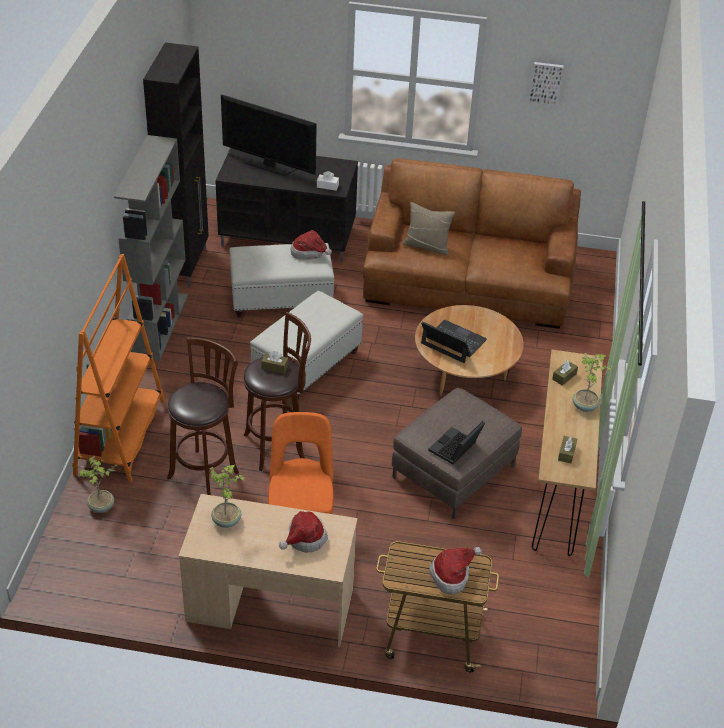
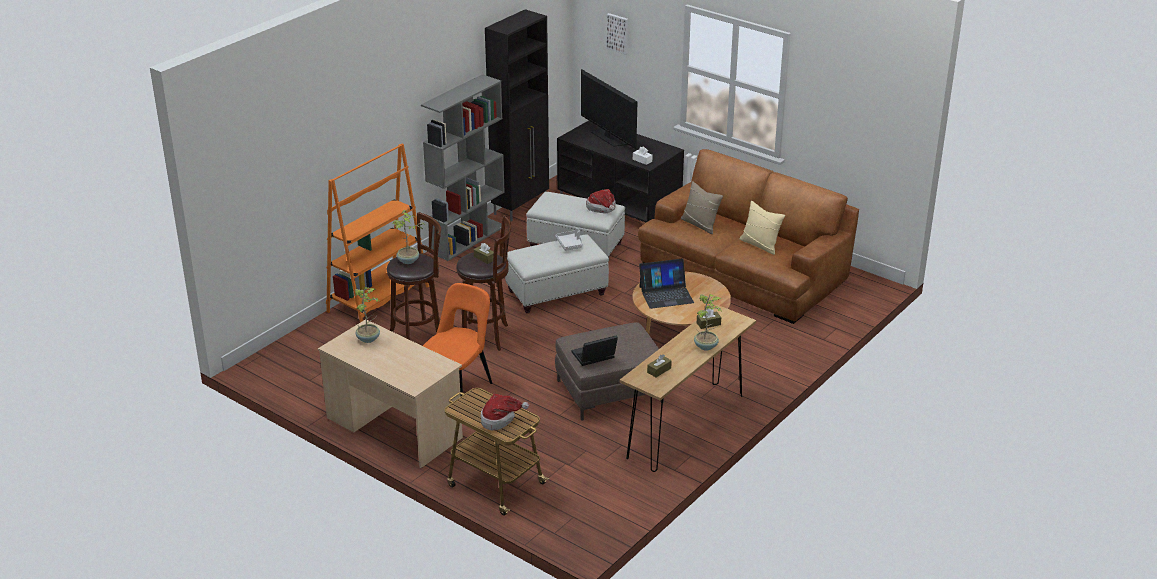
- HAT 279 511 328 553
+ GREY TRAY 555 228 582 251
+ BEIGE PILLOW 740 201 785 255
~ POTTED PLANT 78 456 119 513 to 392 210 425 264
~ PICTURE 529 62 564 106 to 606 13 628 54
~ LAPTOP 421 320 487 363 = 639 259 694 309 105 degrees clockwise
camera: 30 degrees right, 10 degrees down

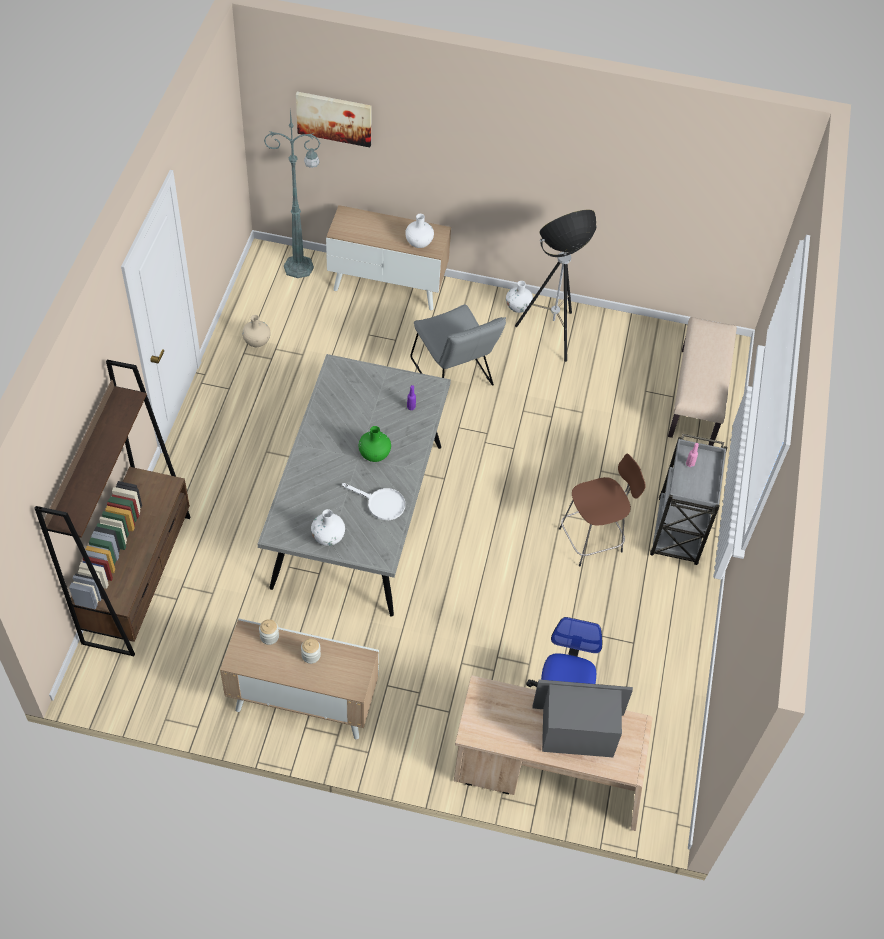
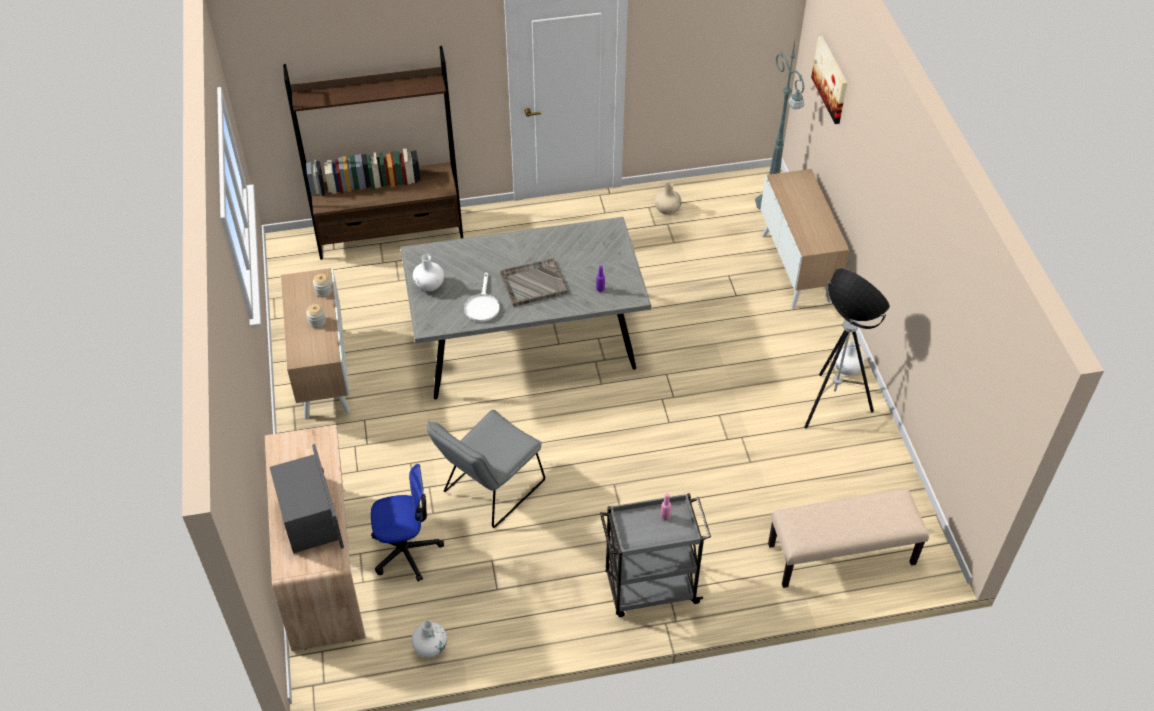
- BROWN STOOL 559 454 646 567
~ WHITE VASE 405 214 434 248 to 411 620 447 657
~ GREY CHAIR 410 304 506 386 to 427 410 545 528
~ GREEN VASE 359 426 391 462 to GREY TRAY 499 258 569 307
camera: 70 degrees right, 5 degrees down

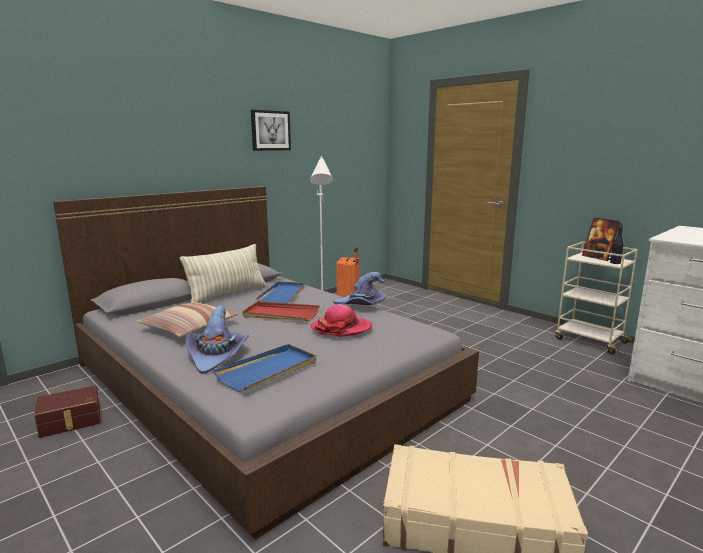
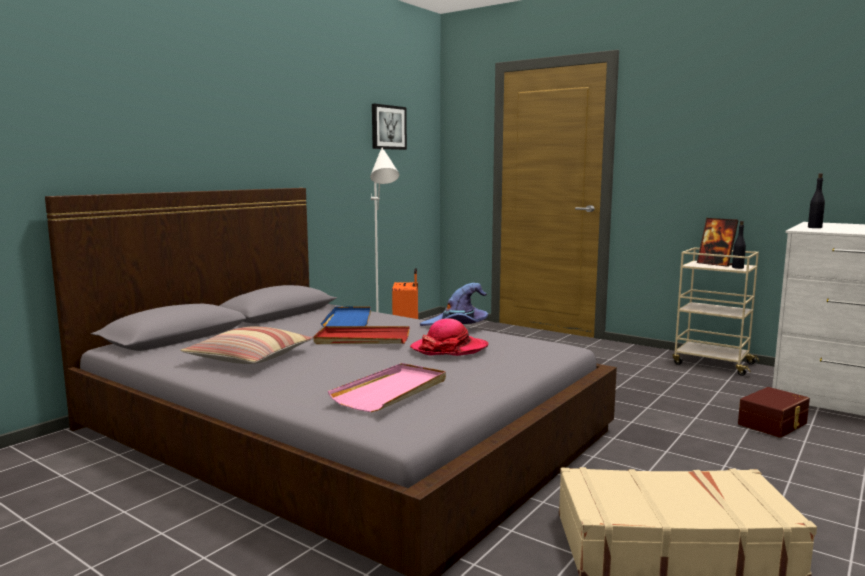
- PILLOW 180 244 267 303
- PURPLE HAT 186 305 249 374
+ BLACK BOTTLE 808 173 825 228
~ BROWN STORAGE BOX 34 385 101 438 to 738 387 810 438
~ PICTURE 251 110 291 151 to 372 104 407 150
~ BLUE TRAY 213 344 316 392 to PINK TRAY 328 363 446 412
camera: 10 degrees left, 5 degrees down

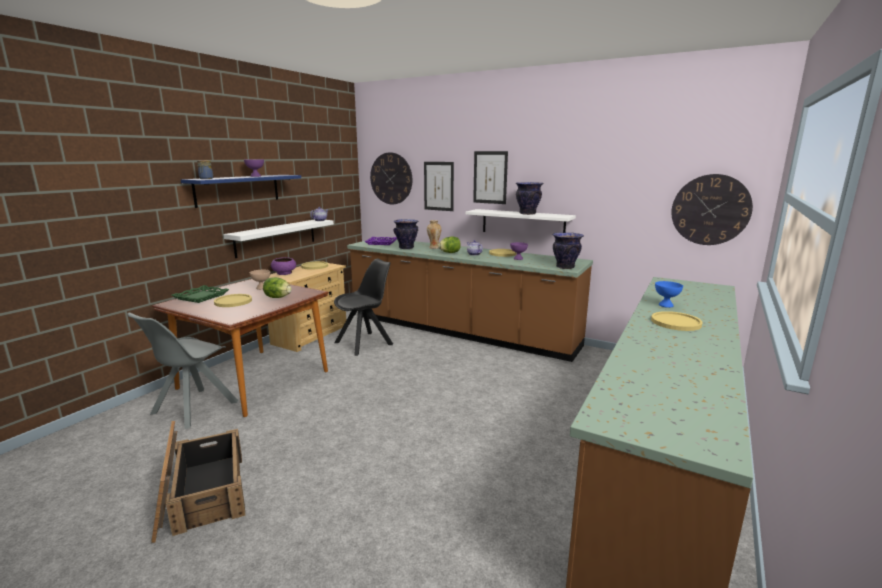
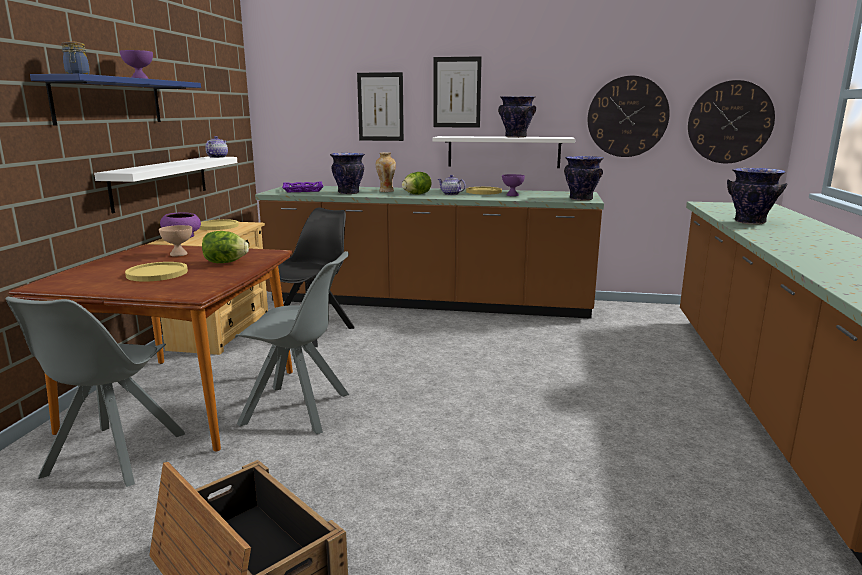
- GREEN TRAY 171 285 229 303
- YELLOW PLATE 651 311 703 331
+ GREY CHAIR 235 251 349 434
~ WALL CLOCK 370 152 413 205 to 588 76 670 157
~ BLUE BOWL 655 281 683 308 to VASE 727 168 788 225
camera: 20 degrees left, 0 degrees up

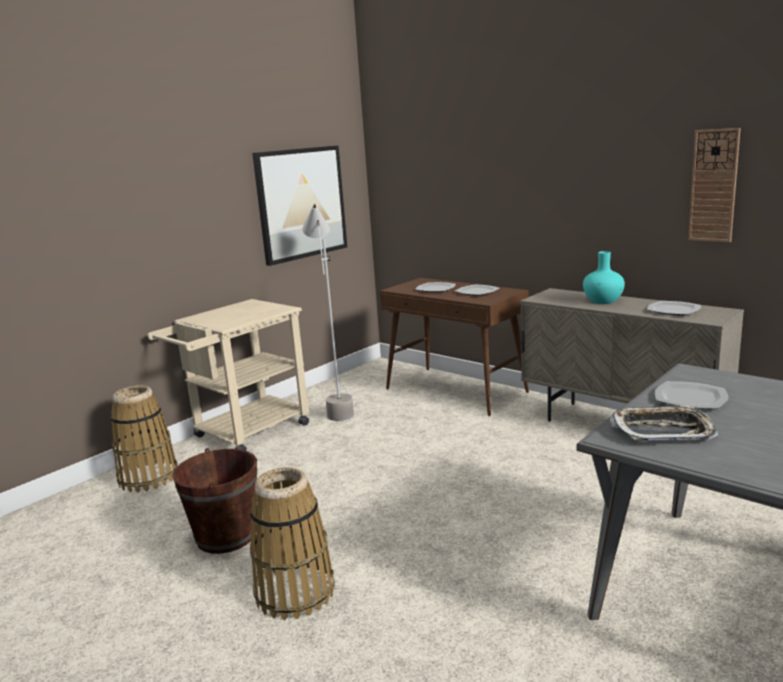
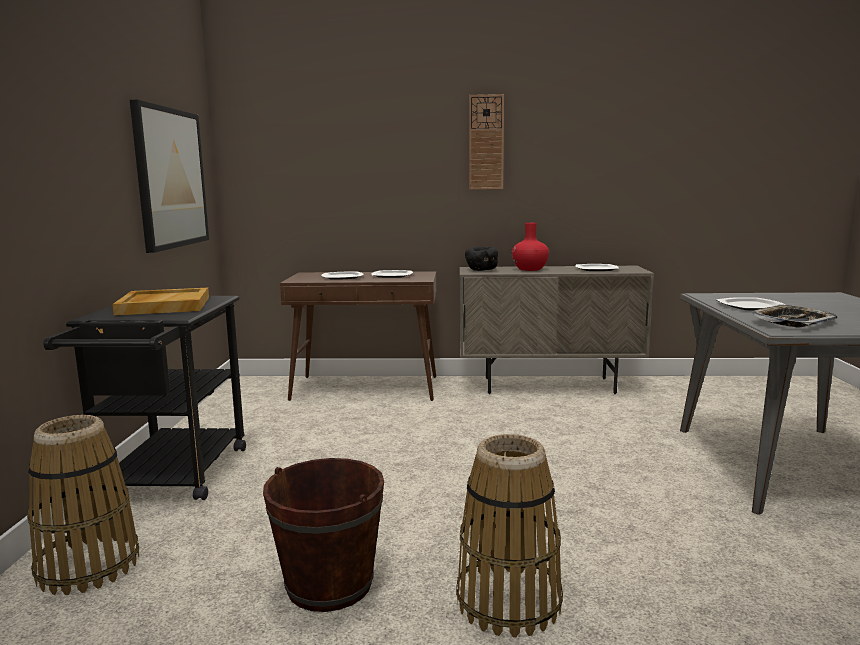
- GREY FLOOR LAMP 302 204 354 421
+ BEIGE TRAY 113 288 209 316
+ BLACK BOWL 465 247 498 271
~ WALL CLOCK 688 128 741 242 to 469 94 504 189
~ BEIGE CART 147 299 309 451 to BLACK CART 43 296 246 500
~ TURQUOISE VASE 583 251 625 304 to RED VASE 512 223 549 271
camera: 40 degrees left, 5 degrees down

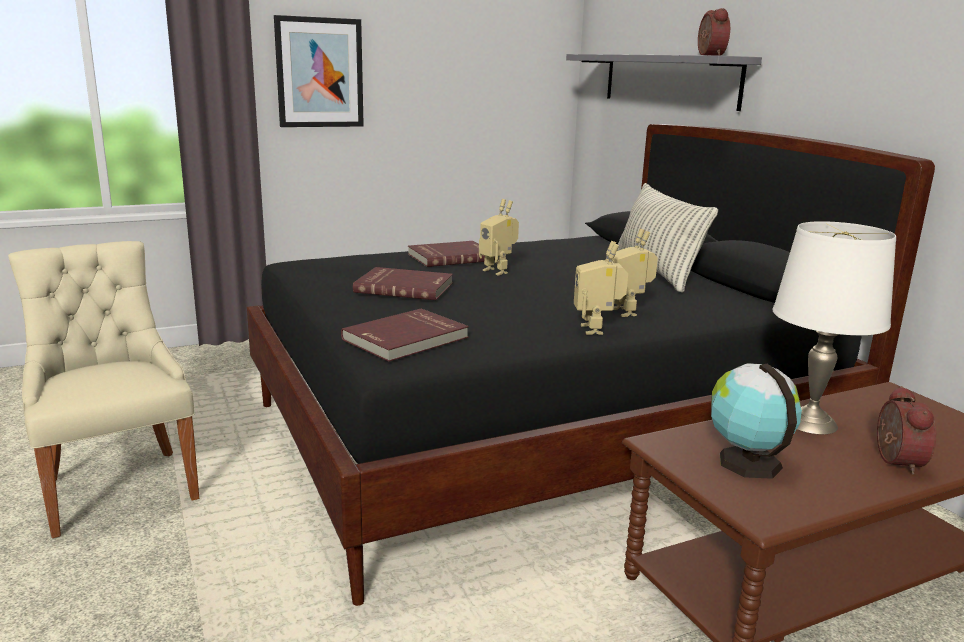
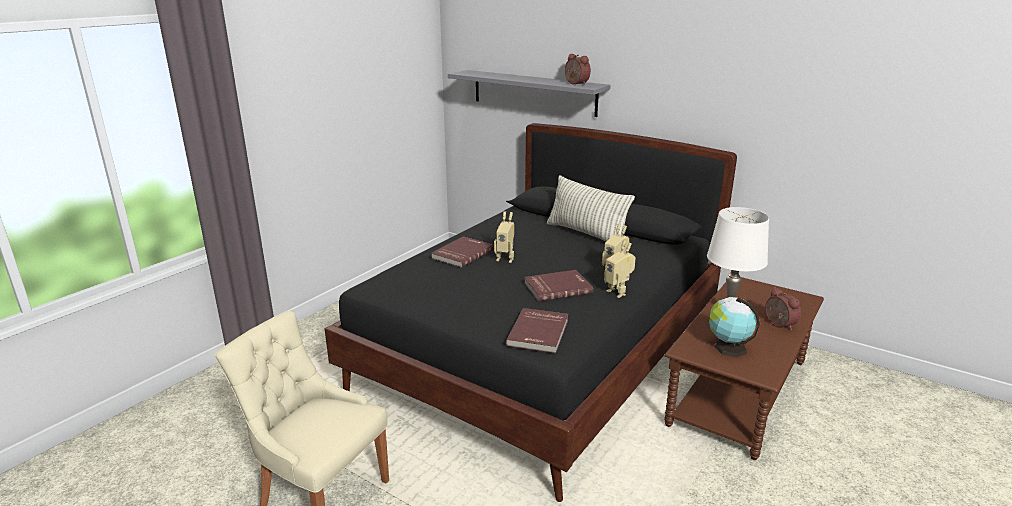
- PICTURE 274 15 364 127
~ RED BOOK 353 267 453 300 to 524 270 593 302
camera: 30 degrees left, 5 degrees up

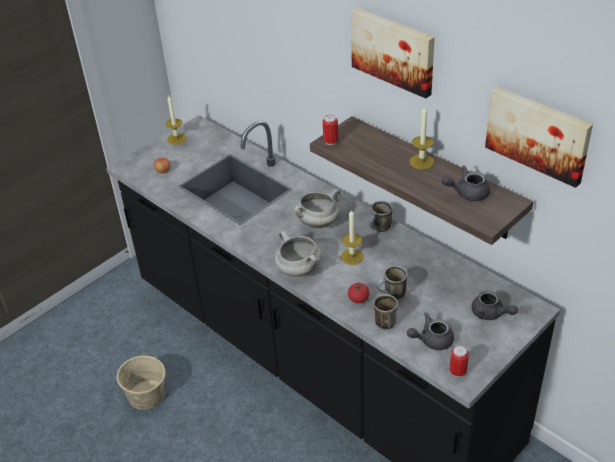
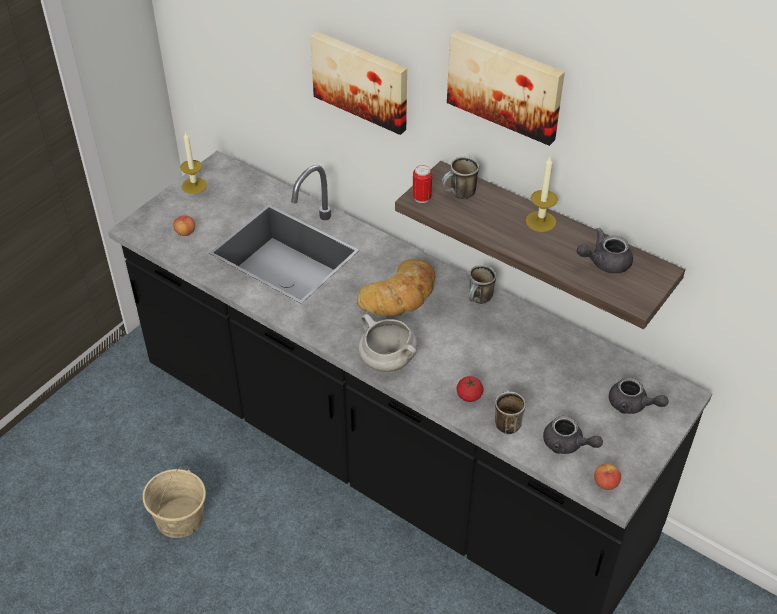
- CANDLE 341 209 364 265
~ MUG 377 266 408 300 to 442 156 479 199
~ PICTURE 485 87 593 188 to 310 31 407 135
~ WHITE COOKING POT 294 189 340 228 to BREAD 357 259 435 317
~ CAN 450 346 469 377 to APPLE 594 464 621 490
~ GREY TEAPOT 407 312 454 350 = 543 416 603 454 120 degrees counterclockwise
camera: 10 degrees left, 5 degrees up

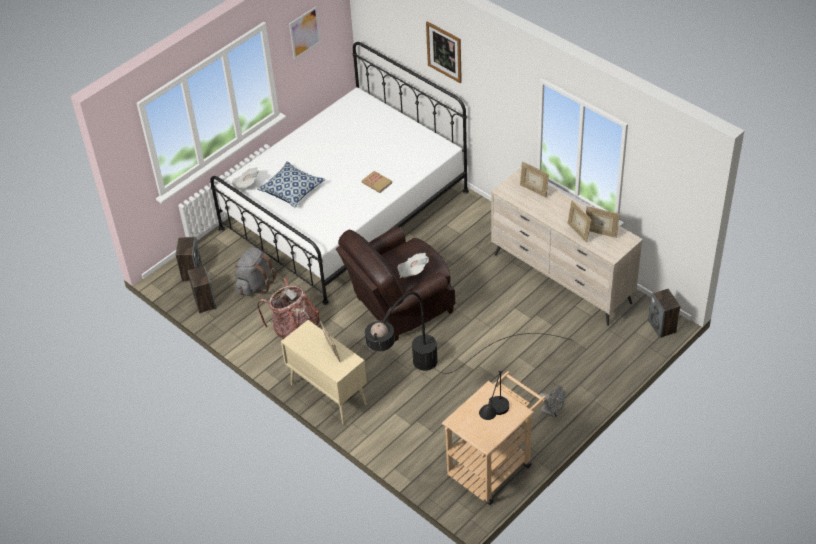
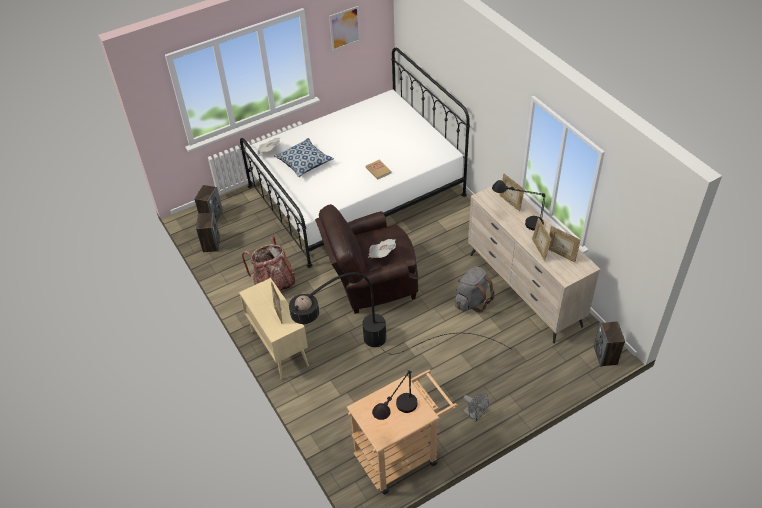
- PICTURE 426 21 462 83
+ BLACK TABLE LAMP 492 180 546 231
~ GREY BACKPACK 235 247 276 296 to 455 266 495 313
camera: 15 degrees right, 0 degrees up

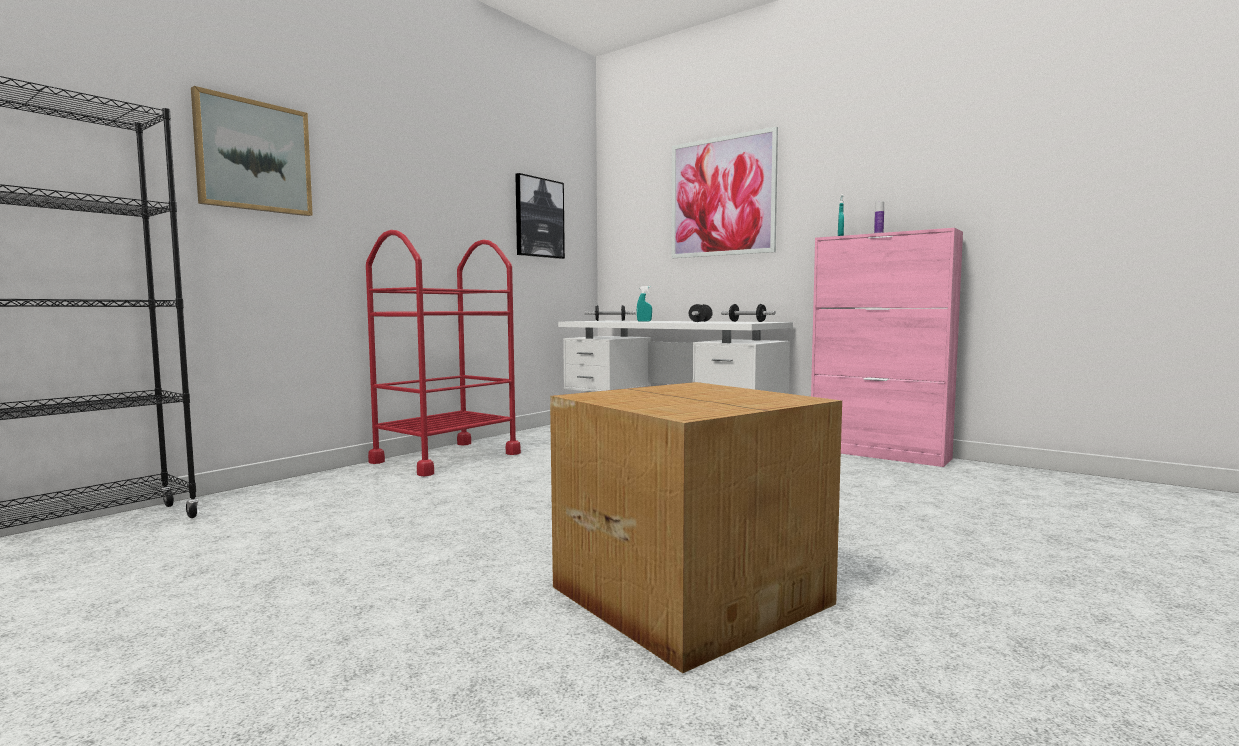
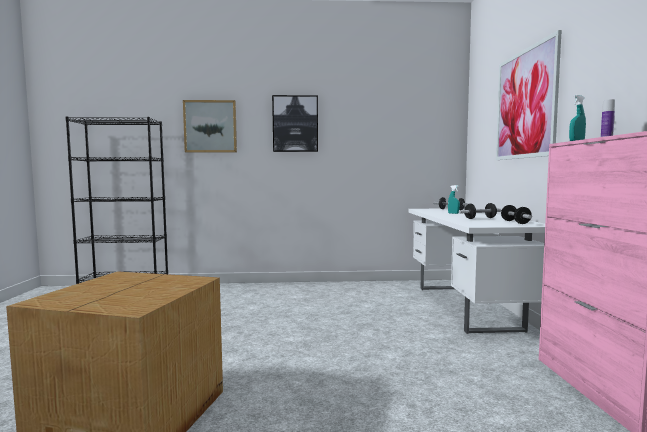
- RED CART 366 230 521 476
~ PICTURE 515 173 565 259 to 272 95 318 152
camera: 50 degrees right, 0 degrees up

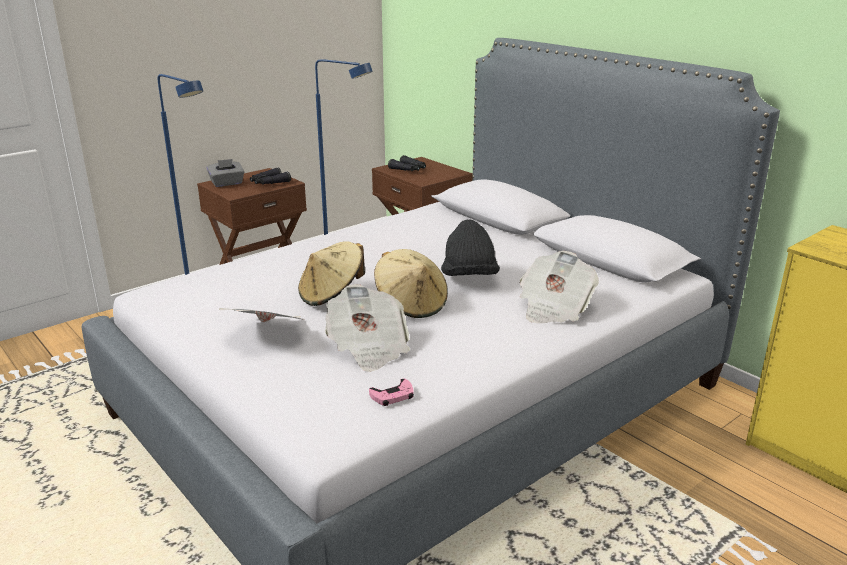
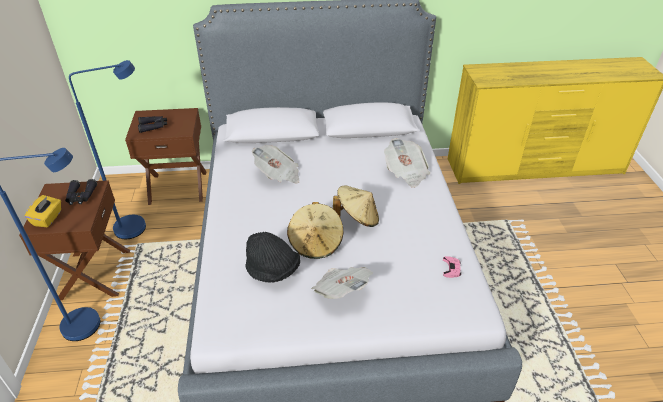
~ NEWSPAPER 325 284 410 372 to 252 145 299 184
~ BLACK HAT 441 219 500 276 to 245 232 300 283
~ GREY TISSUE BOX 207 159 244 187 to YELLOW TISSUE BOX 25 195 61 227
camera: 55 degrees left, 15 degrees up

